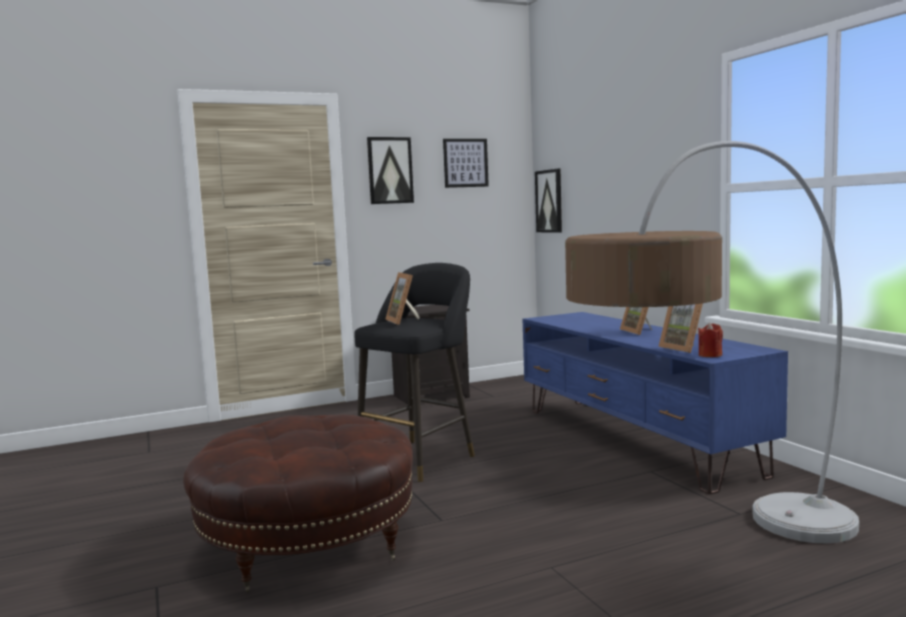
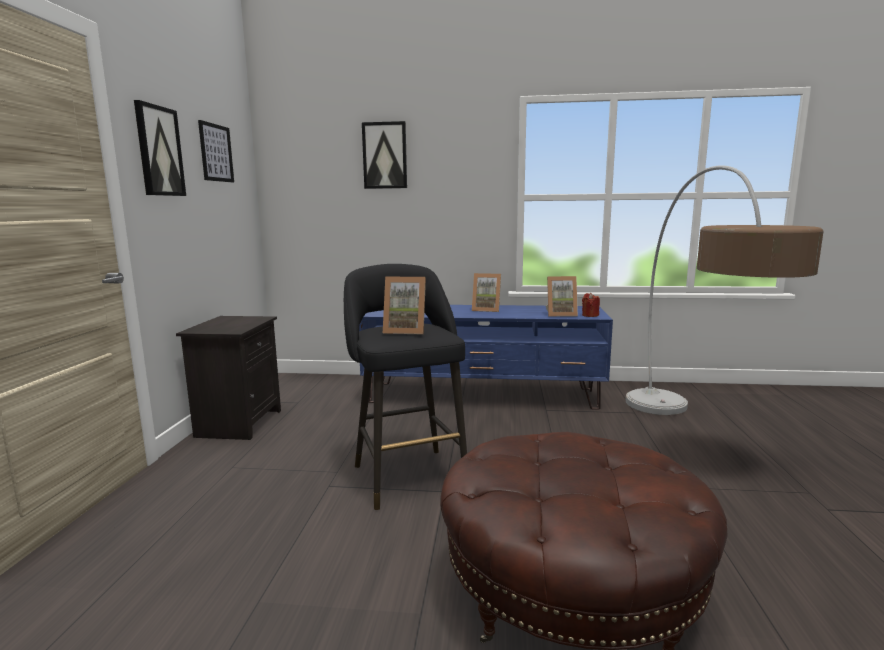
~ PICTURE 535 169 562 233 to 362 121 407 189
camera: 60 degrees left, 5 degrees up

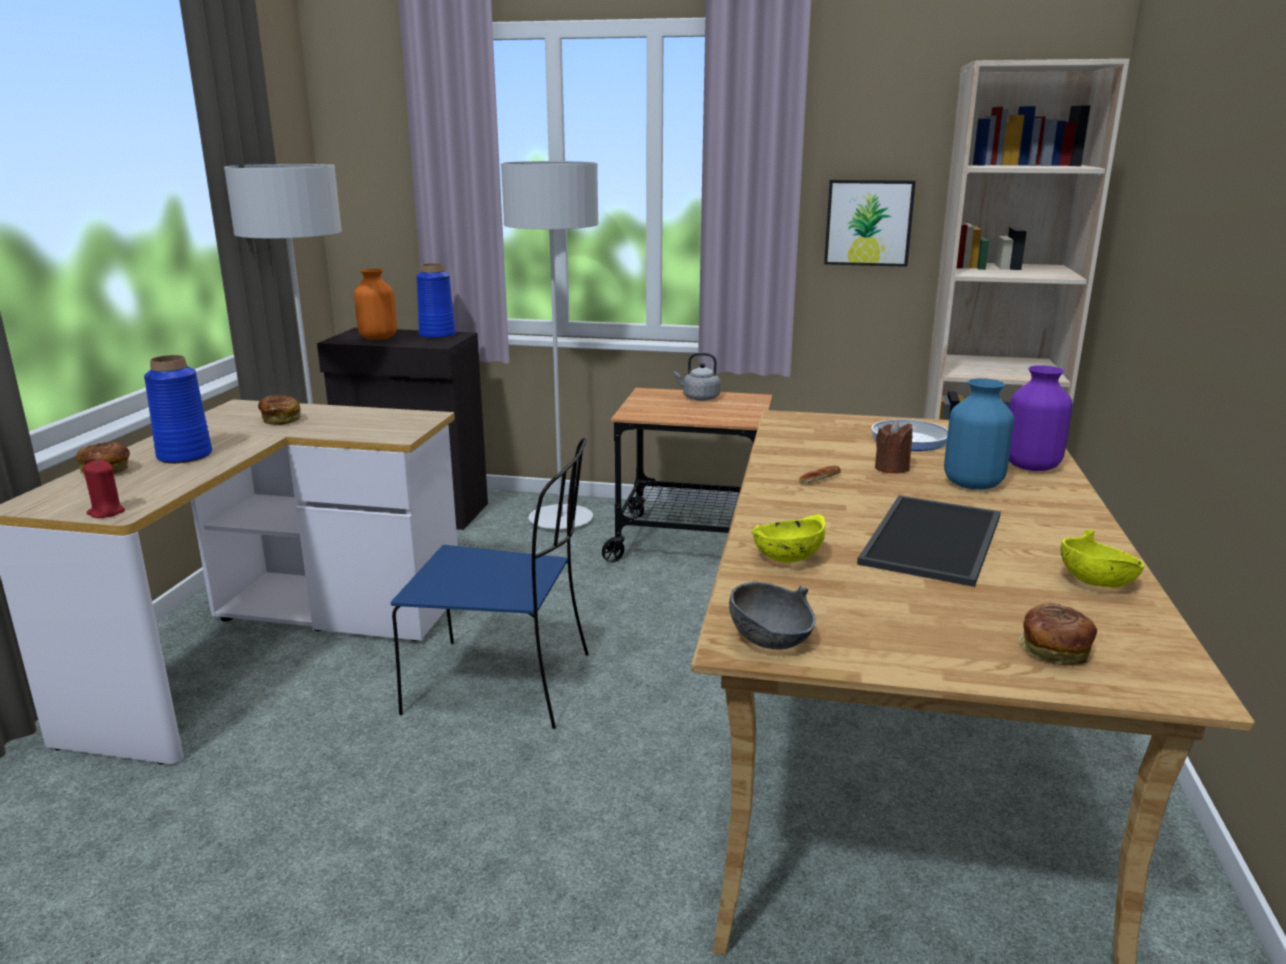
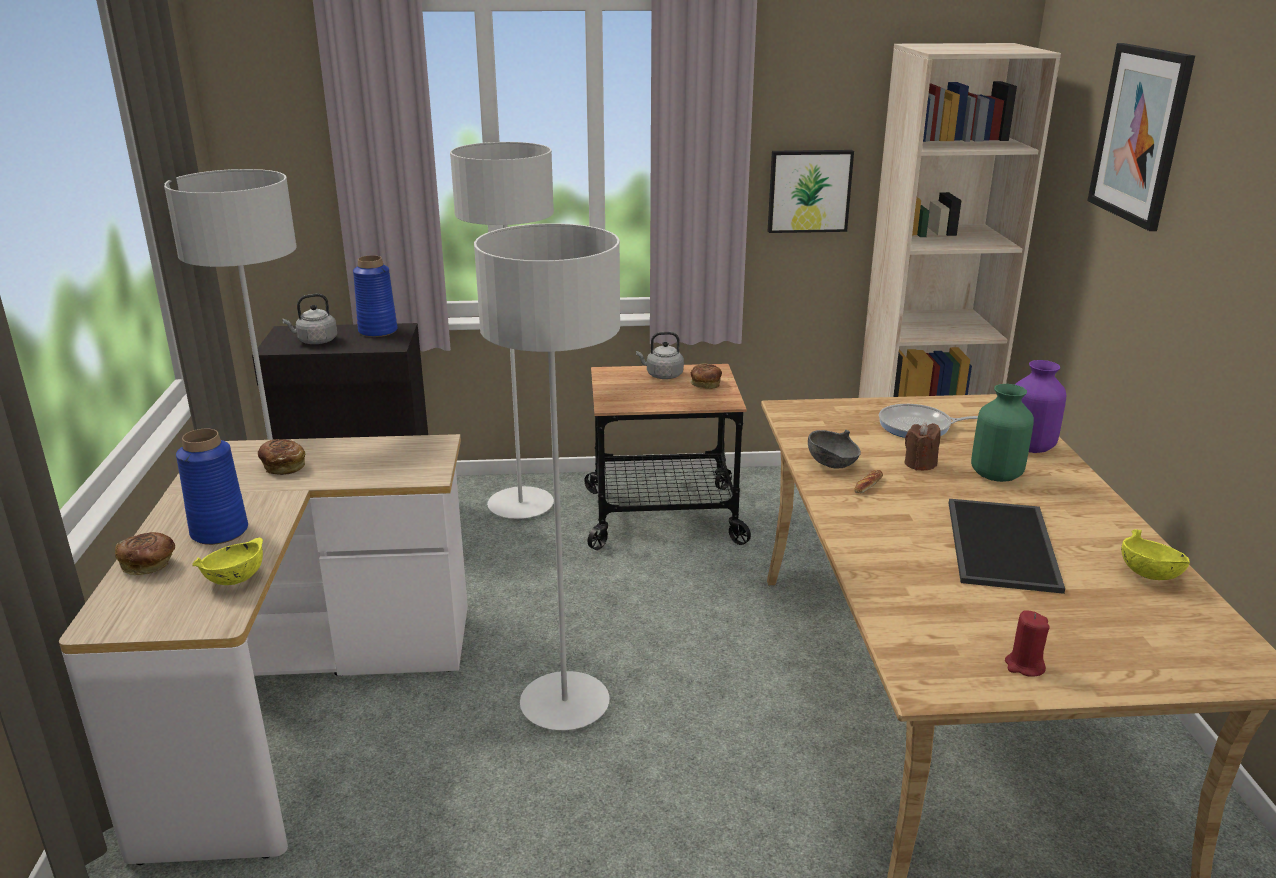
+ PICTURE 1087 43 1195 231
~ RED CANDLE 83 460 125 518 to 1005 610 1050 677
~ GREY BOWL 729 582 816 650 to 808 429 861 468
~ YELLOW BOWL 752 514 825 563 to 192 538 263 585
~ BREAD 1019 603 1097 665 to 690 363 722 389
~ ORANGE VASE 354 269 397 340 to GREY KETTLE 282 294 337 344
~ BLUE CHAIR 391 438 589 729 to GREY FLOOR LAMP 474 223 620 730
~ BLUE VASE 944 378 1014 490 to GREEN VASE 971 384 1034 482
camera: 15 degrees left, 5 degrees up

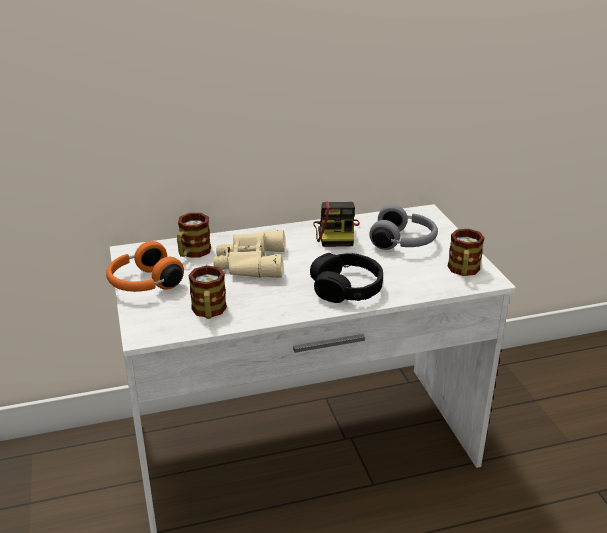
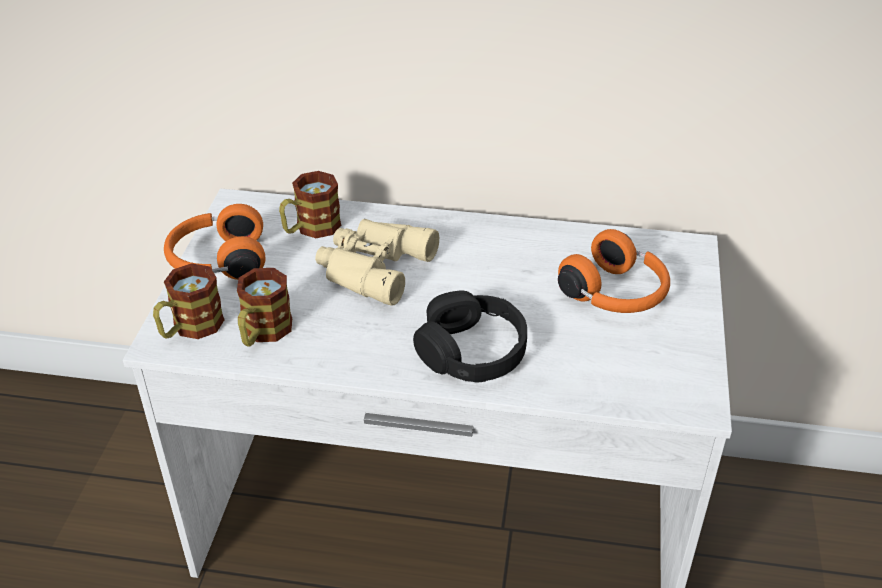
- PHOTO CAMERA 313 201 360 247
~ MUG 447 229 485 276 to 153 263 225 339
~ GREY HEADPHONES 369 205 438 250 to ORANGE HEADPHONES 558 229 670 313
camera: 25 degrees right, 10 degrees up

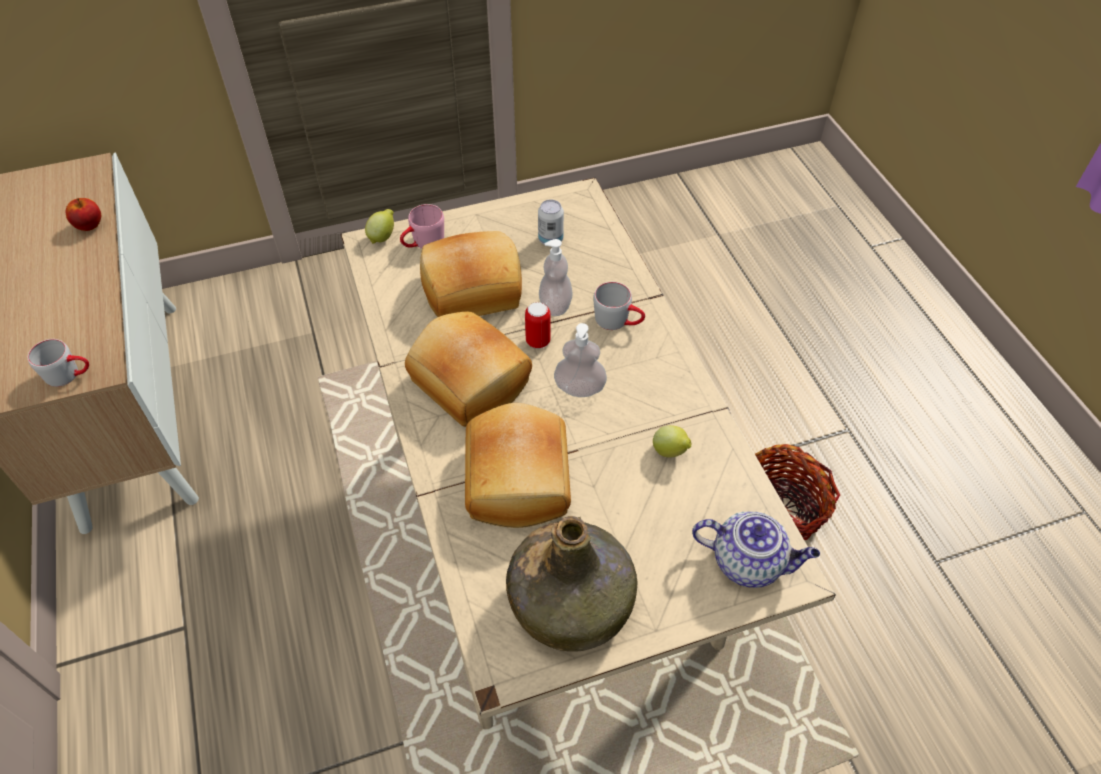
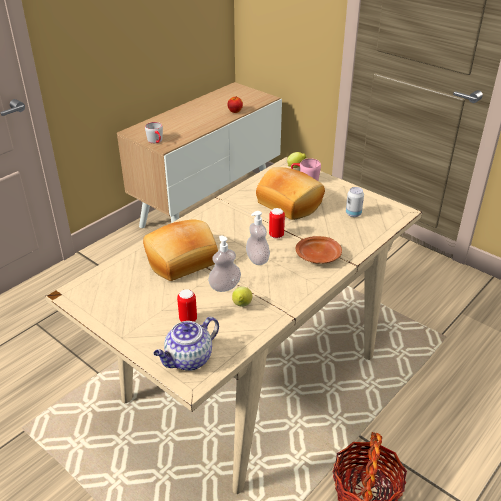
- BREAD 405 312 532 427
- GREEN BOTTLE 506 516 637 652
+ CAN 177 289 197 322
~ SOAP DISPENSER 539 239 573 316 to 208 235 241 292
~ GREY MUG 593 282 645 330 to BROWN PLATE 296 236 342 264
~ TEAPOT 692 512 820 588 = 153 317 219 371 60 degrees clockwise
camera: 60 degrees right, 15 degrees down

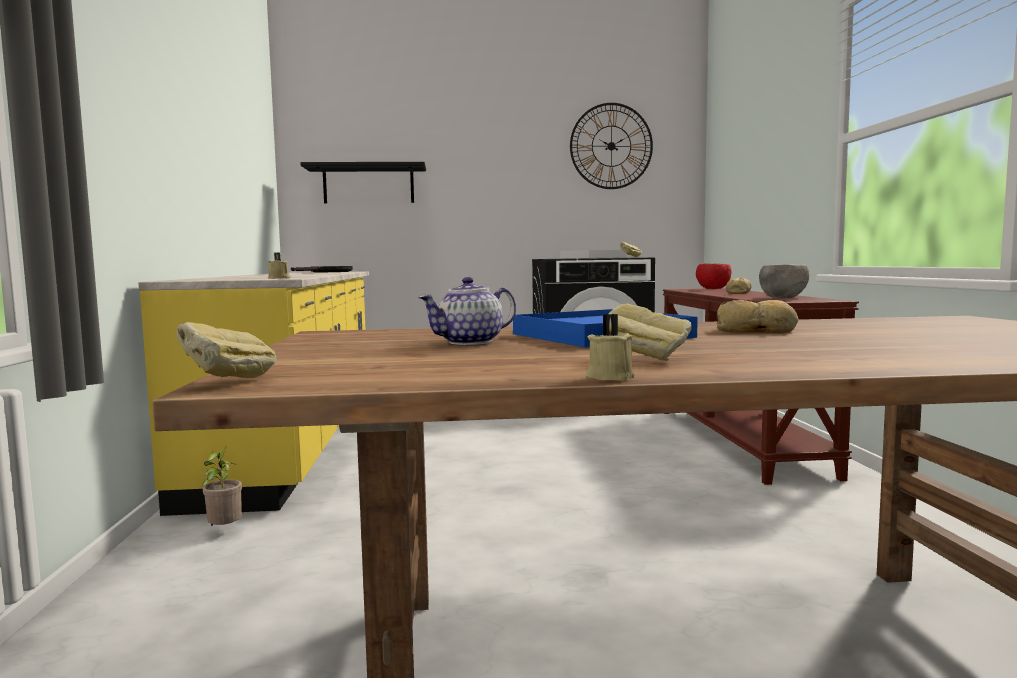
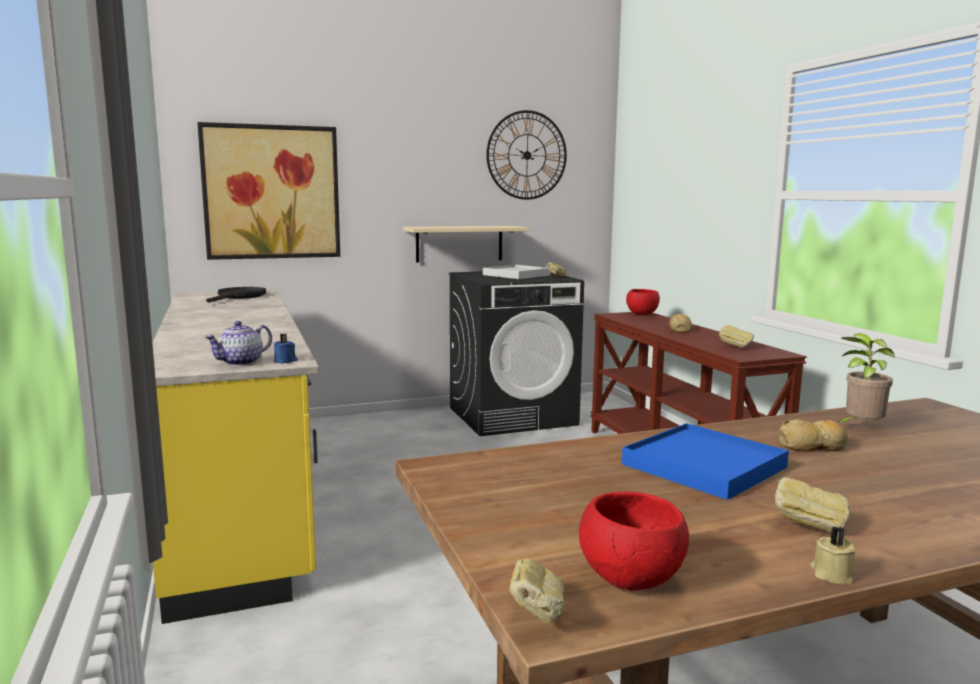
+ BEIGE SHELF 403 226 529 262
+ RED BOWL 579 492 689 591
~ POTTED PLANT 201 447 242 526 to 838 333 895 424
~ TEAPOT 418 277 516 345 to 204 321 272 366
~ BLACK SHELF 300 162 426 203 to PICTURE 197 122 340 260
~ GREY BOWL 759 264 809 298 to BREAD 719 325 754 349
~ BEIGE CANDLE 268 252 290 279 to BLUE CANDLE 274 334 298 364
camera: 15 degrees left, 5 degrees up

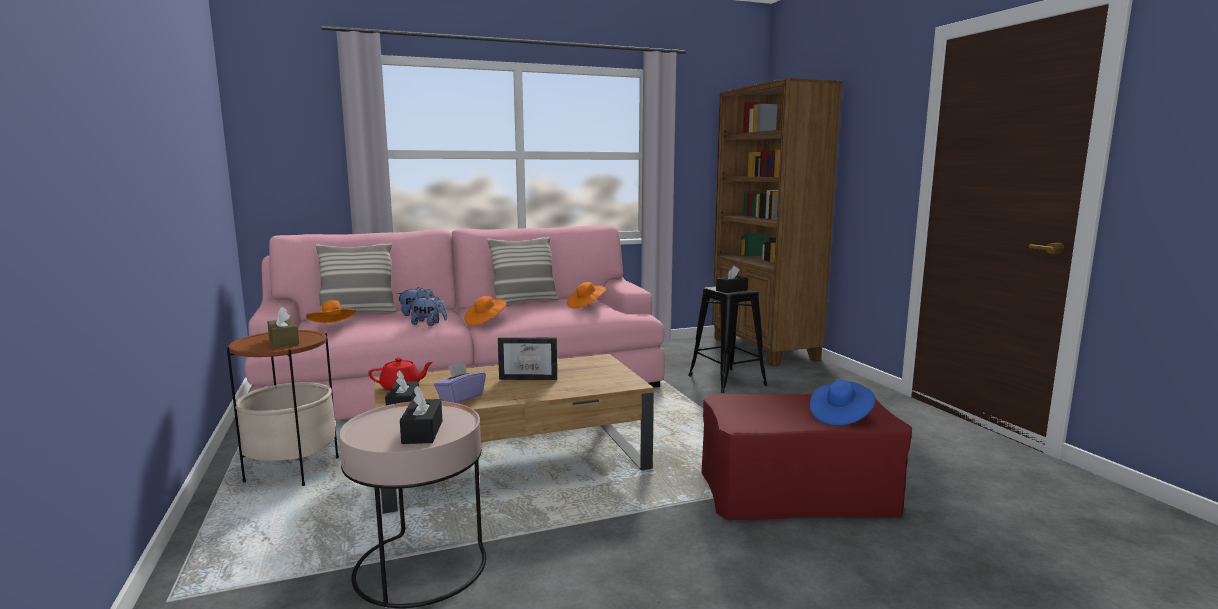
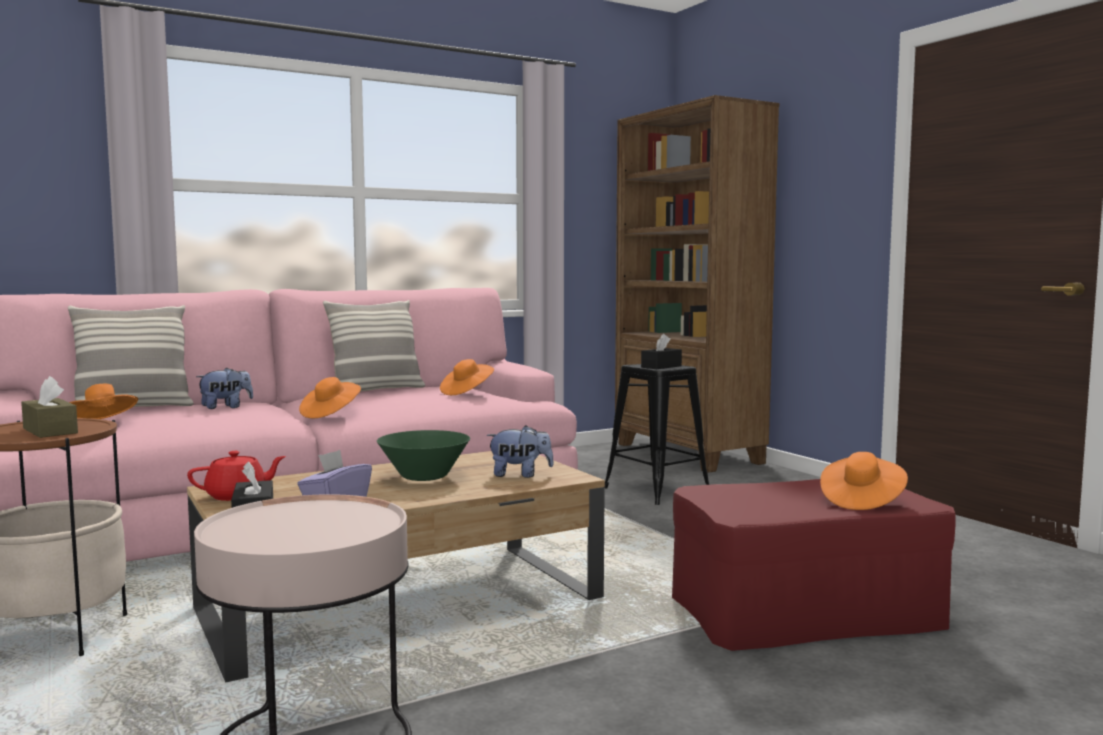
- BLACK TISSUE BOX 400 386 442 444
~ PLUSH TOY 409 296 447 326 to 487 425 554 478
~ PICTURE FRAME 498 337 557 380 to GREEN BOWL 377 430 470 481
~ BLUE HAT 810 380 876 425 to ORANGE HAT 820 452 908 510
camera: 10 degrees left, 5 degrees down

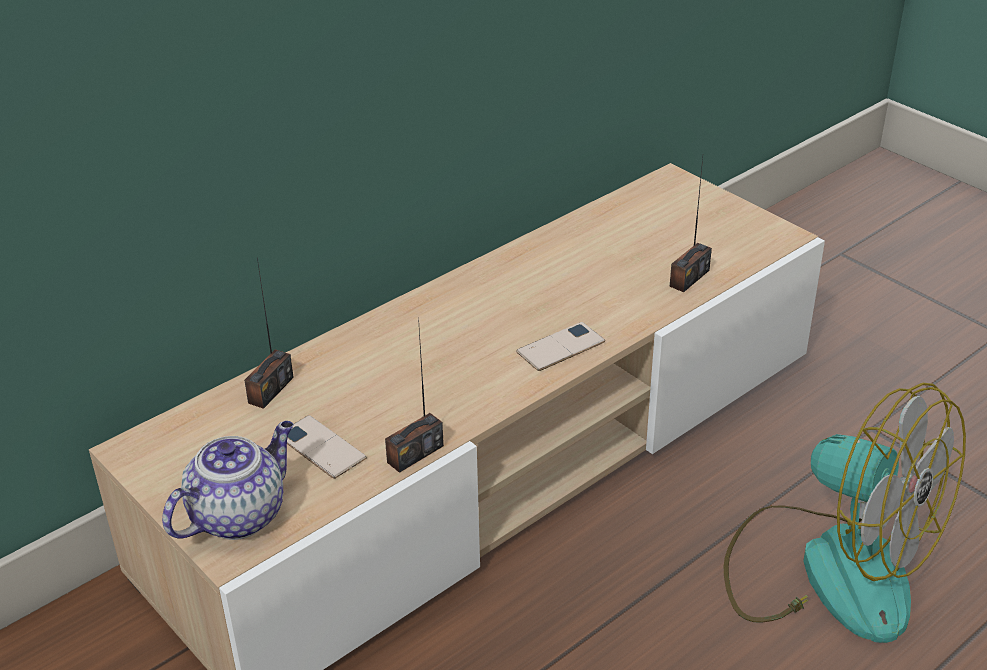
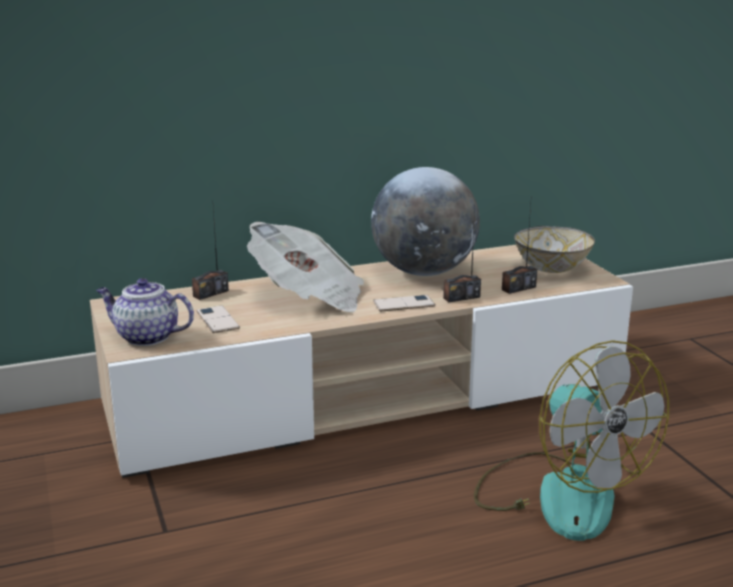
+ NEWSPAPER 247 222 364 312
+ GLOBE 371 167 480 276
+ BOWL 514 226 595 273
~ RADIO 385 317 444 473 to 443 208 481 302
~ TEAPOT 162 421 293 540 = 96 278 194 346 135 degrees counterclockwise
camera: 20 degrees right, 15 degrees down

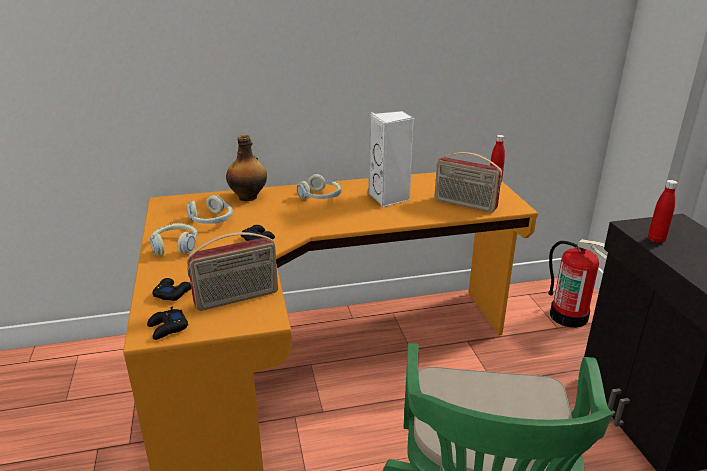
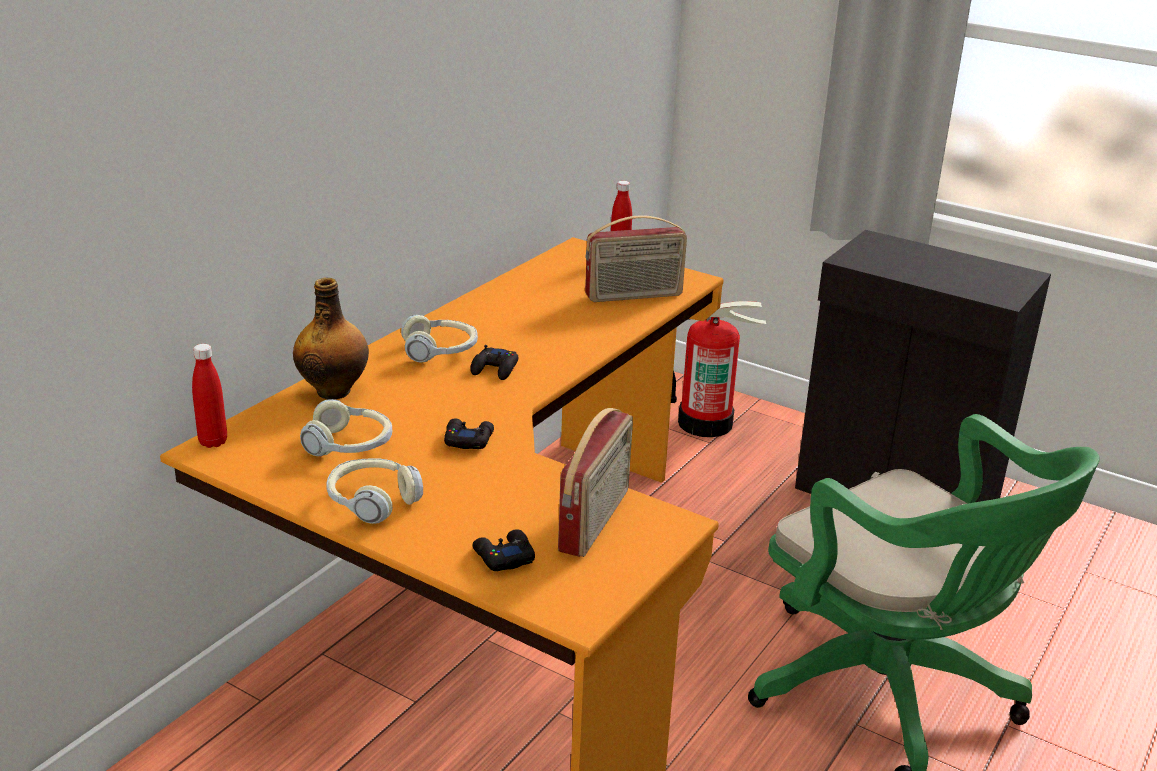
- WHITE SPEAKER 368 111 414 207
~ BLACK GAME CONTROLLER 147 307 188 340 to 470 345 518 380
~ RED BOTTLE 648 180 678 243 to 192 344 227 448
camera: 45 degrees left, 0 degrees up

